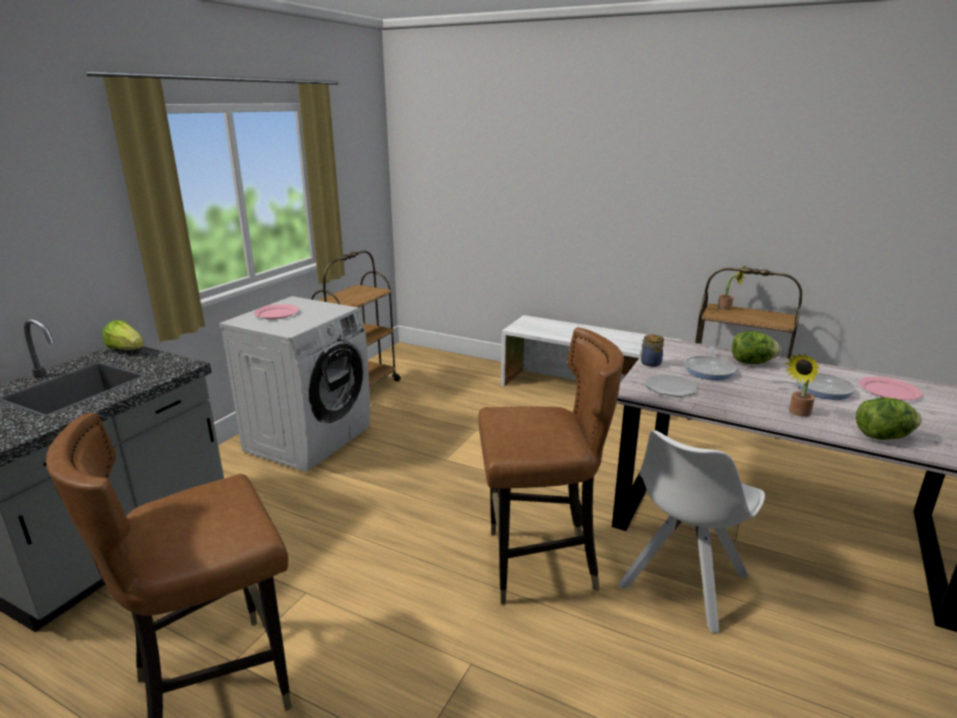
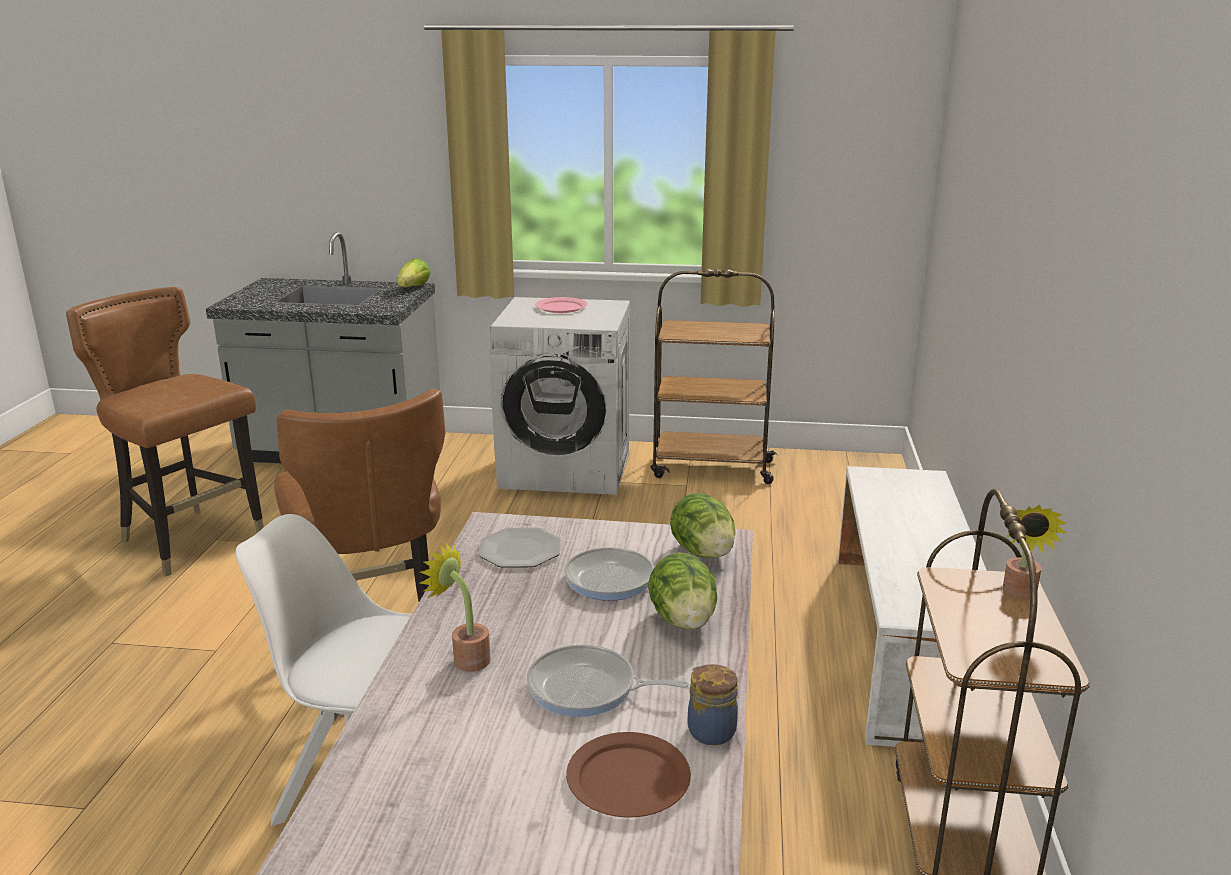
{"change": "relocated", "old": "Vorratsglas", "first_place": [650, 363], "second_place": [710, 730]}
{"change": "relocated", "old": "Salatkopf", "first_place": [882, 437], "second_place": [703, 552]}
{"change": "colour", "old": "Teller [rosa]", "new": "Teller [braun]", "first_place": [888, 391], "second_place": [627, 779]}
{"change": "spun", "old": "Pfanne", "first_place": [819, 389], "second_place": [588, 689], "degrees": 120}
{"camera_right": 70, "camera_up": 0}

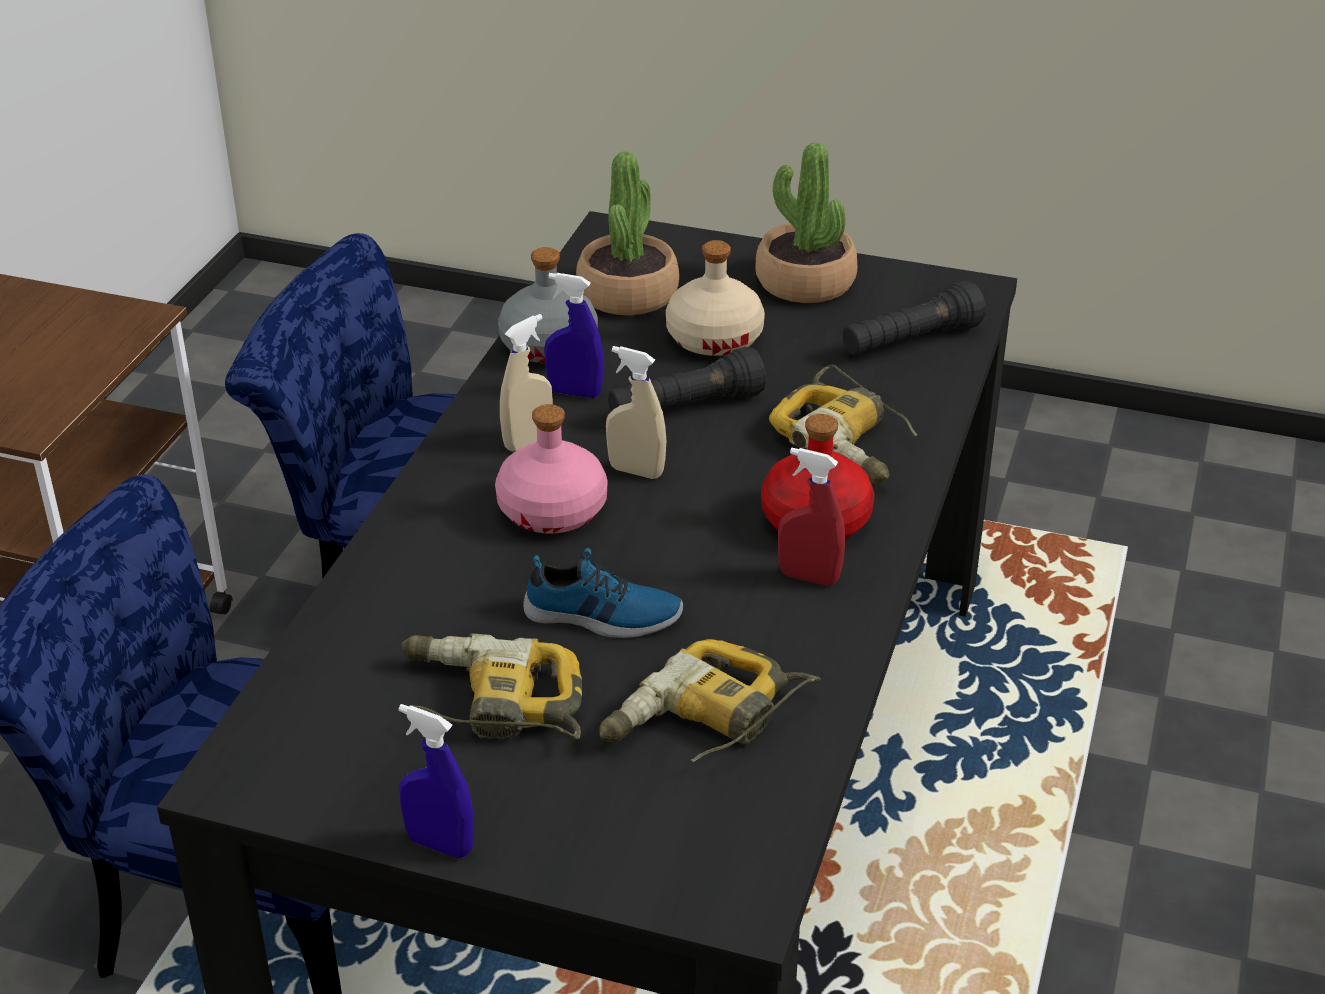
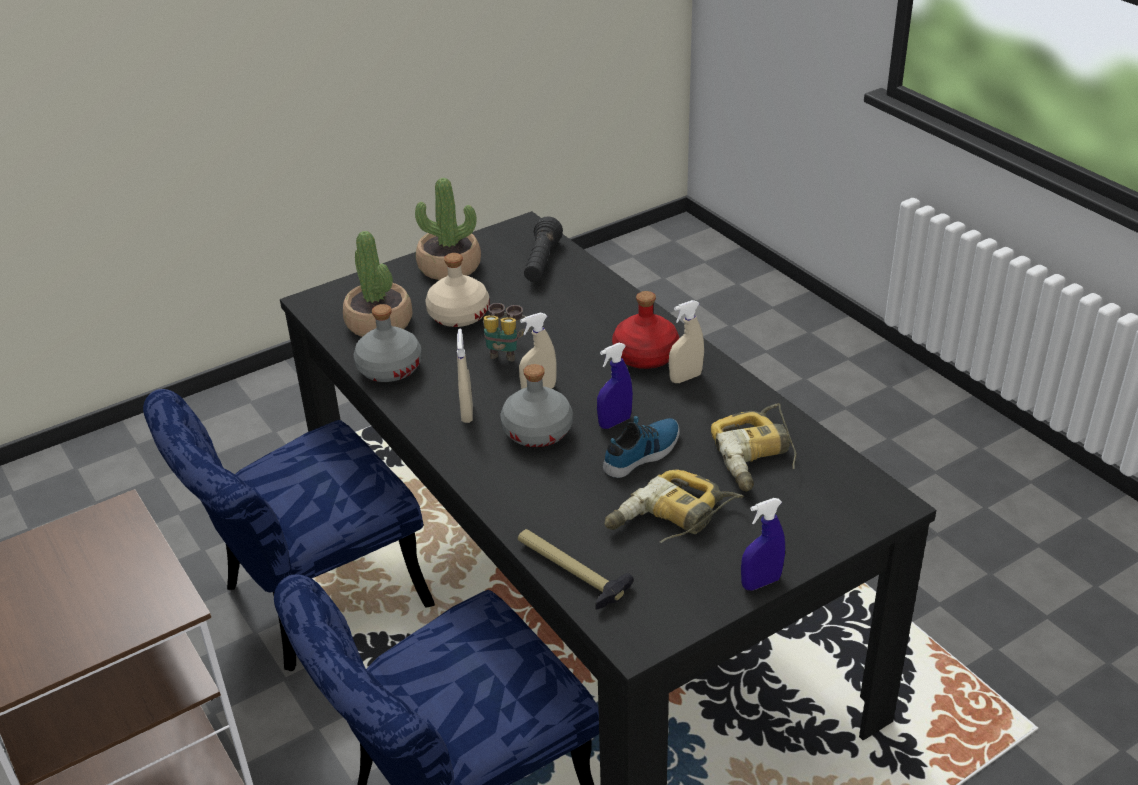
{"change": "missing", "old": "Bohrmaschine", "first_place": [848, 441]}
{"change": "appeared", "new": "Hammer", "second_place": [569, 571]}
{"change": "relocated", "old": "Sprühflasche [blau]", "first_place": [574, 392], "second_place": [614, 422]}
{"change": "exchanged", "old": "Taschenlampe [schwarz]", "new": "Fernglas", "first_place": [685, 408], "second_place": [506, 351]}
{"change": "colour", "old": "Flasche [rosa]", "new": "Flasche [grau]", "first_place": [551, 511], "second_place": [538, 432]}
{"change": "colour", "old": "Sprühflasche [rot]", "new": "Sprühflasche [beige]", "first_place": [808, 577], "second_place": [685, 378]}
{"camera_right": -50, "camera_up": 0}

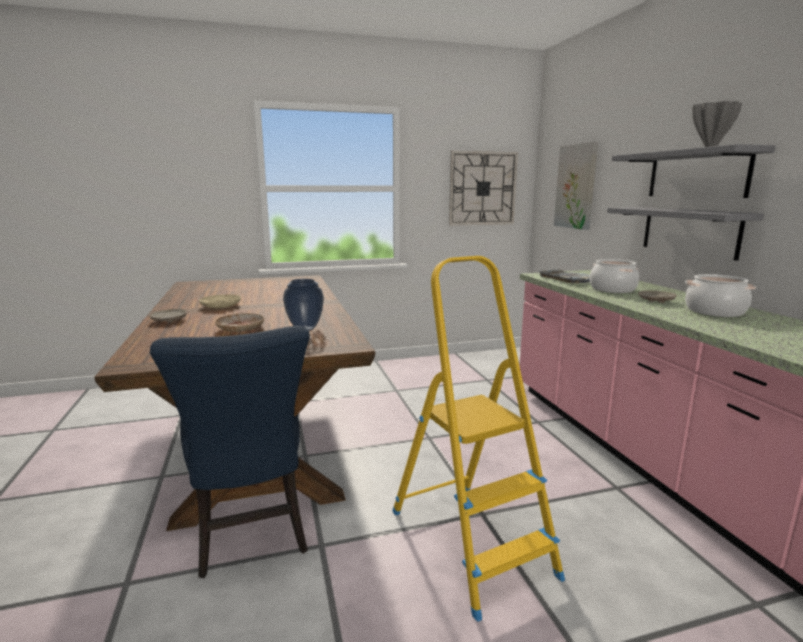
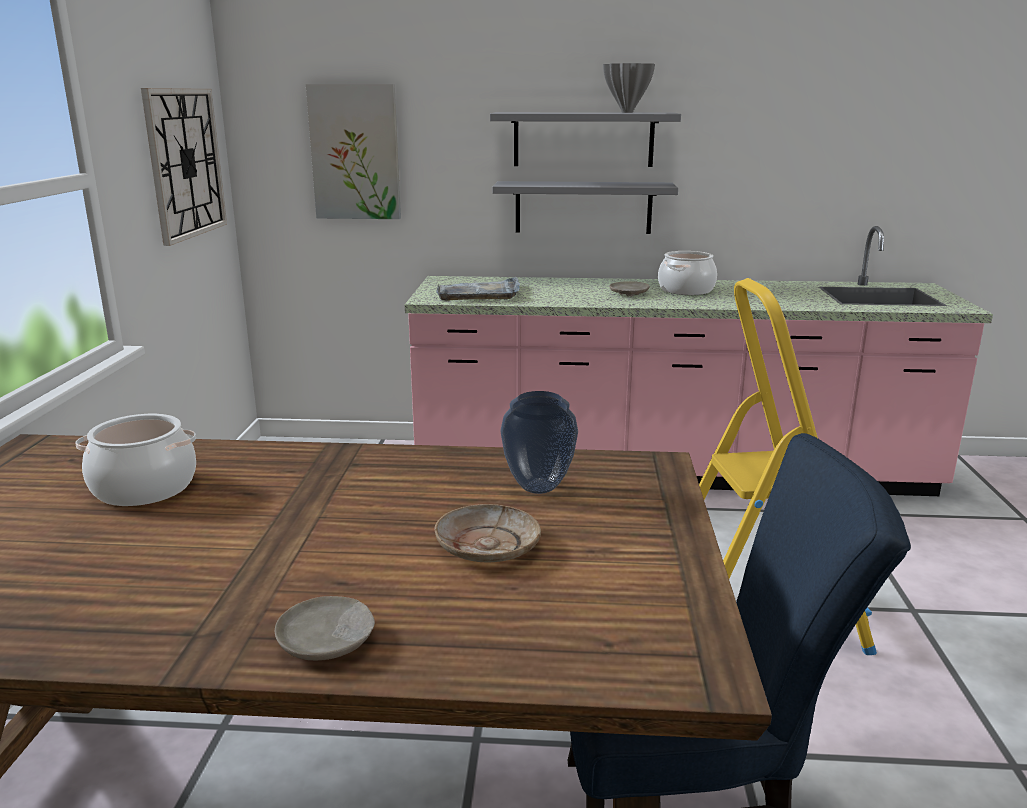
{"change": "missing", "old": "Teller [beige]", "first_place": [220, 306]}
{"change": "relocated", "old": "Kochtopf", "first_place": [612, 289], "second_place": [145, 487]}
{"camera_right": -70, "camera_up": 5}

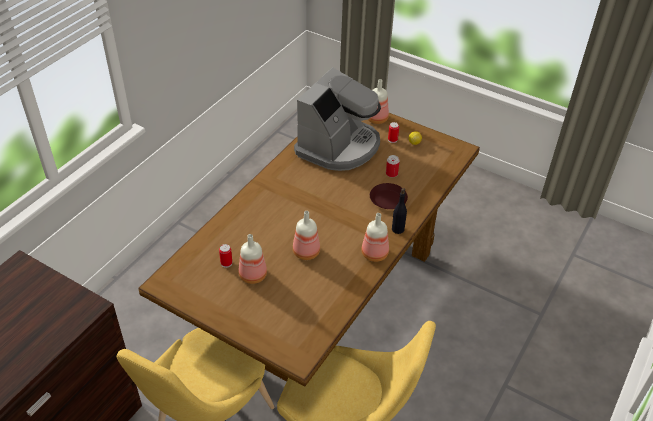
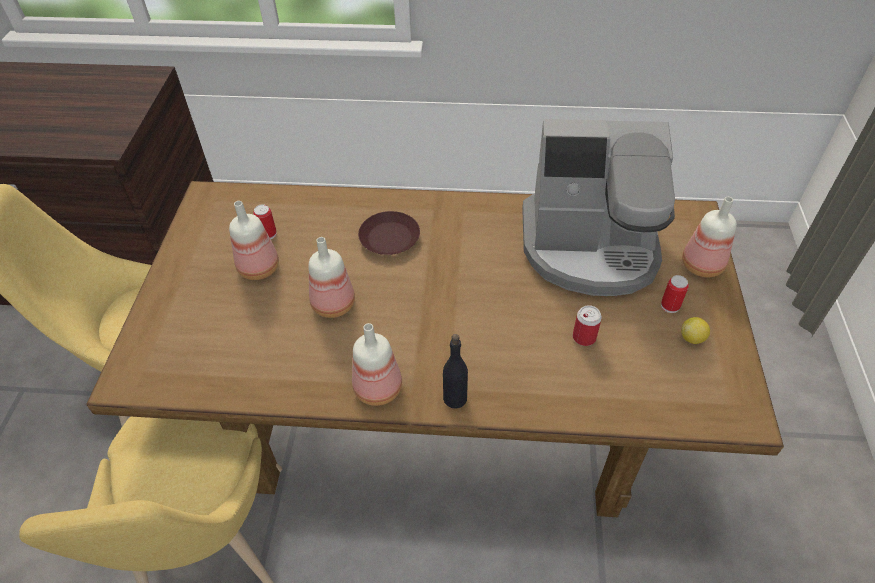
{"change": "relocated", "old": "Teller [braun]", "first_place": [388, 199], "second_place": [390, 238]}
{"camera_right": 65, "camera_up": 5}

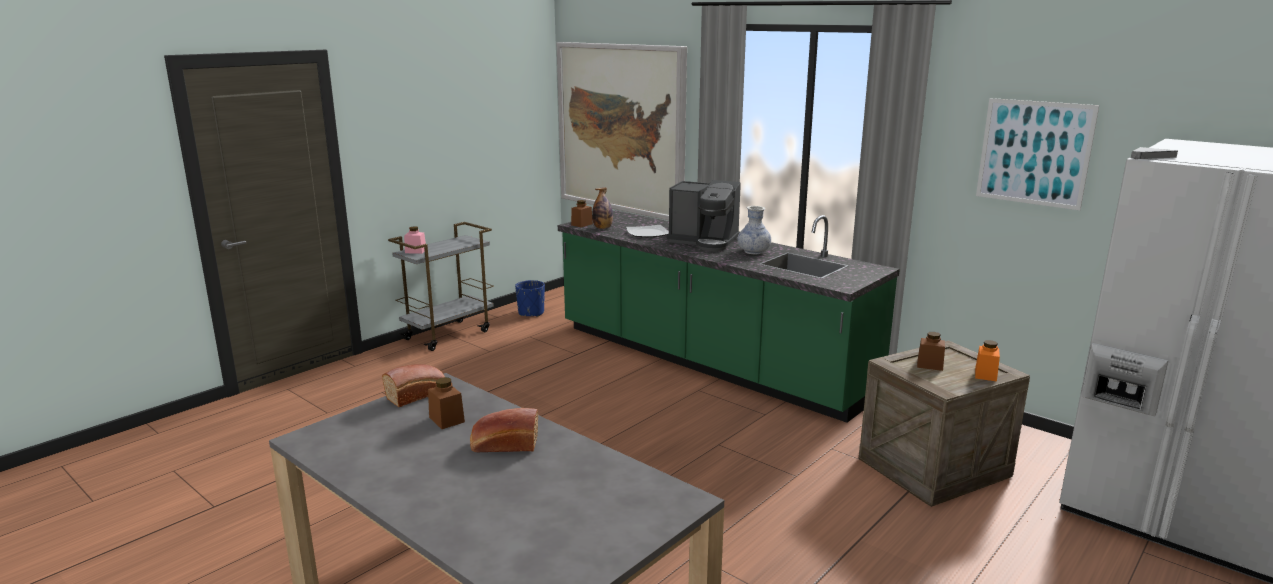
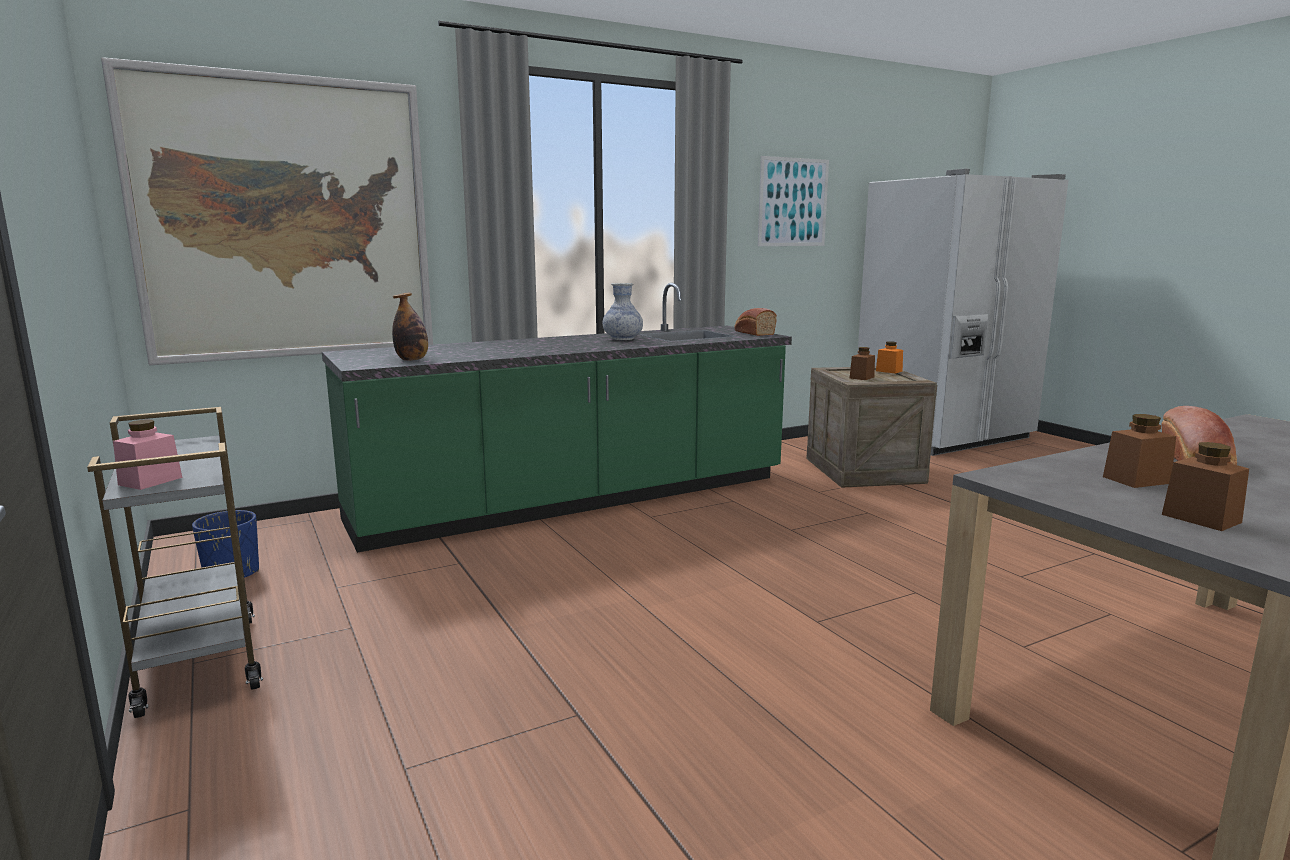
{"change": "missing", "old": "Teller", "first_place": [647, 233]}
{"change": "missing", "old": "Kaffeemaschine", "first_place": [704, 242]}
{"change": "relocated", "old": "Brot", "first_place": [418, 394], "second_place": [753, 333]}
{"change": "relocated", "old": "Vorratsglas [braun]", "first_place": [581, 224], "second_place": [1201, 518]}
{"camera_right": -70, "camera_up": -5}

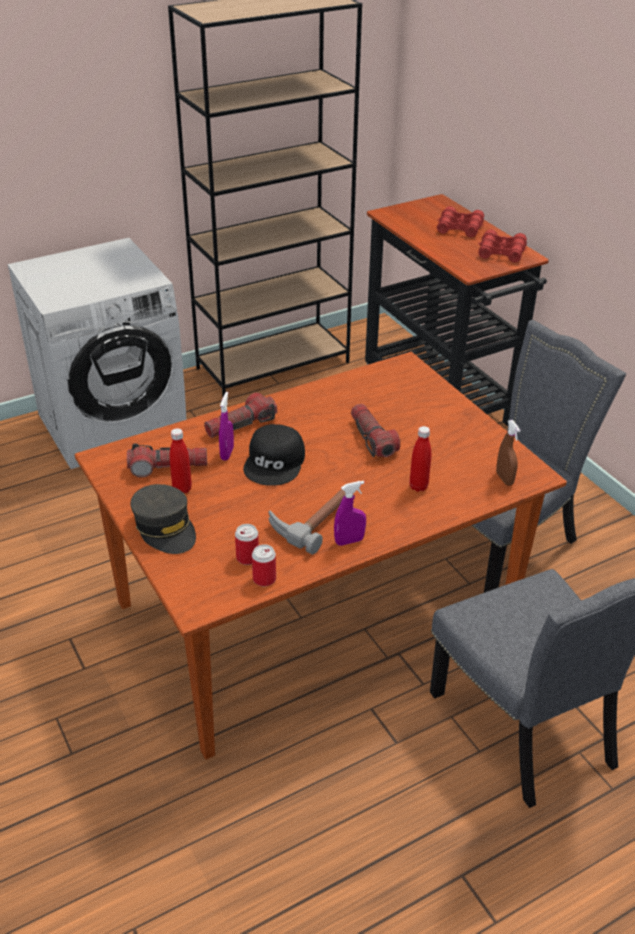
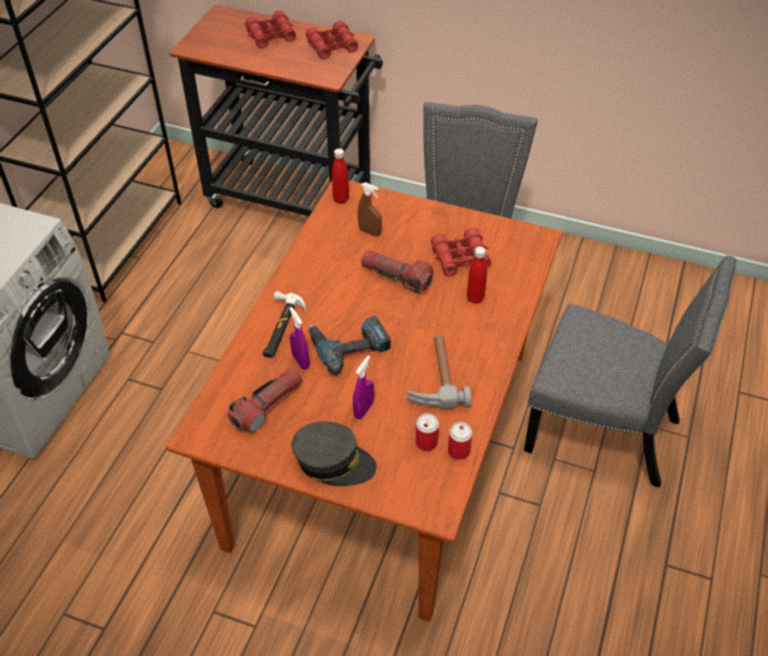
{"change": "appeared", "new": "Fernglas [rot]", "second_place": [460, 258]}
{"change": "relocated", "old": "Flasche [rot]", "first_place": [182, 489], "second_place": [341, 199]}
{"change": "relocated", "old": "Sprühflasche [lila]", "first_place": [349, 541], "second_place": [363, 409]}
{"change": "relocated", "old": "Sprühflasche [braun]", "first_place": [504, 479], "second_place": [369, 232]}
{"change": "exchanged", "old": "Taschenlampe", "new": "Hammer", "first_place": [241, 425], "second_place": [280, 327]}
{"change": "exchanged", "old": "Kappe [schwarz]", "new": "Bohrmaschine", "first_place": [275, 462], "second_place": [348, 344]}
{"camera_right": -40, "camera_up": 10}

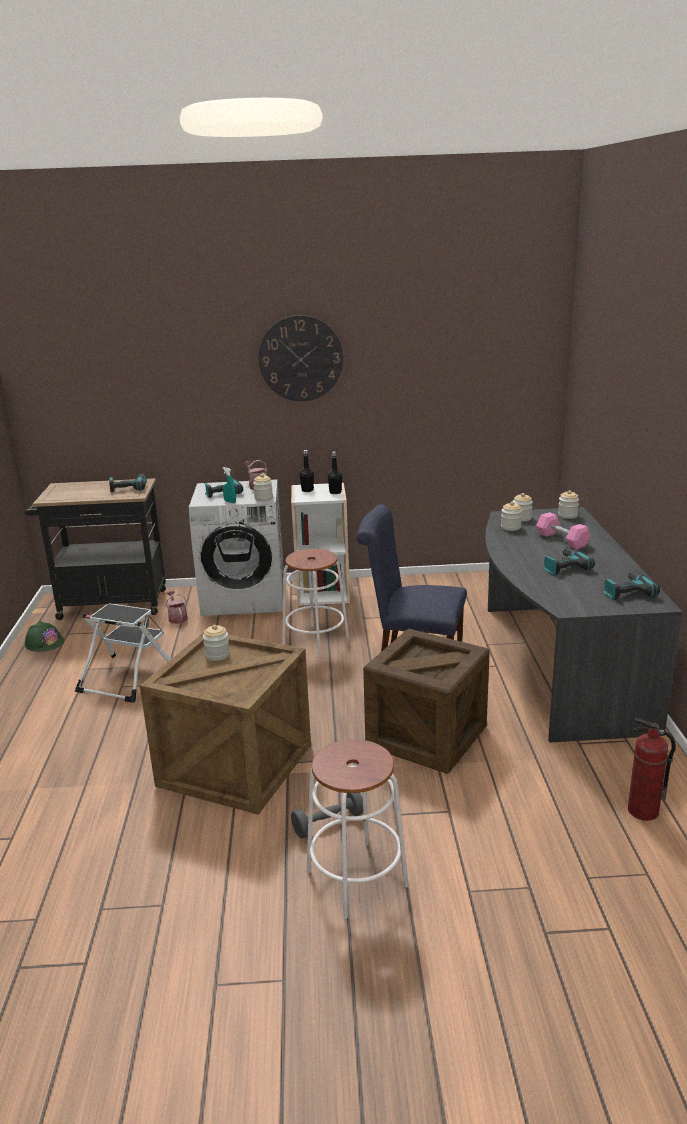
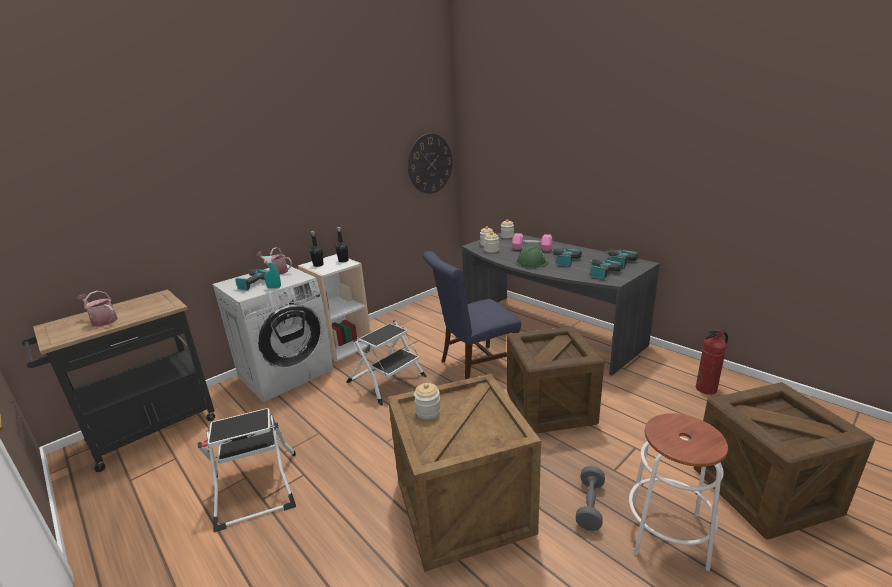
{"change": "missing", "old": "Vorratsglas", "first_place": [263, 498]}
{"change": "appeared", "new": "Kiste", "second_place": [764, 491]}
{"change": "relocated", "old": "Schutzhelm [grün]", "first_place": [44, 642], "second_place": [532, 263]}
{"change": "relocated", "old": "Bohrmaschine", "first_place": [129, 488], "second_place": [600, 273]}
{"change": "relocated", "old": "Gießkanne", "first_place": [177, 618], "second_place": [102, 321]}
{"change": "relocated", "old": "Wanduhr", "first_place": [300, 358], "second_place": [430, 164]}
{"change": "exchanged", "old": "Hocker [weiß]", "new": "Trittleiter", "first_place": [315, 641], "second_place": [386, 380]}
{"camera_right": -40, "camera_up": 0}

